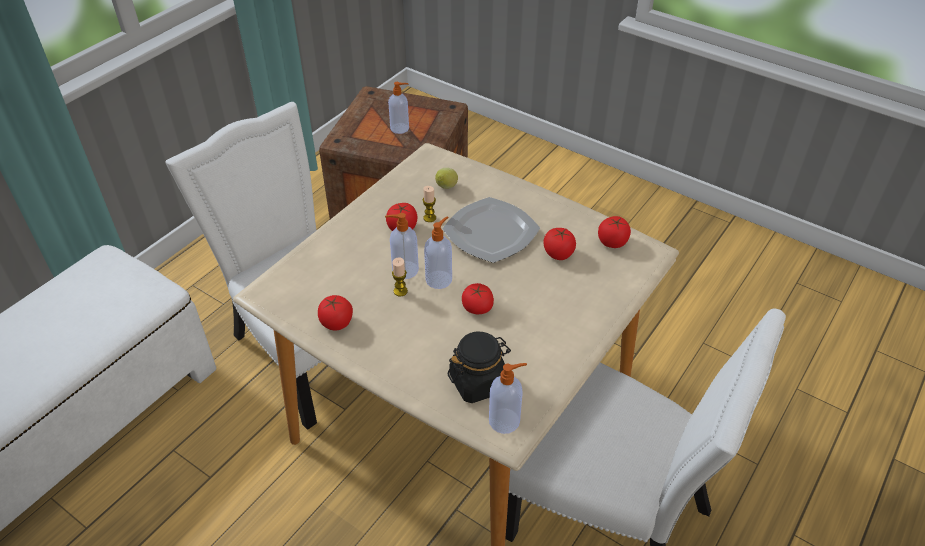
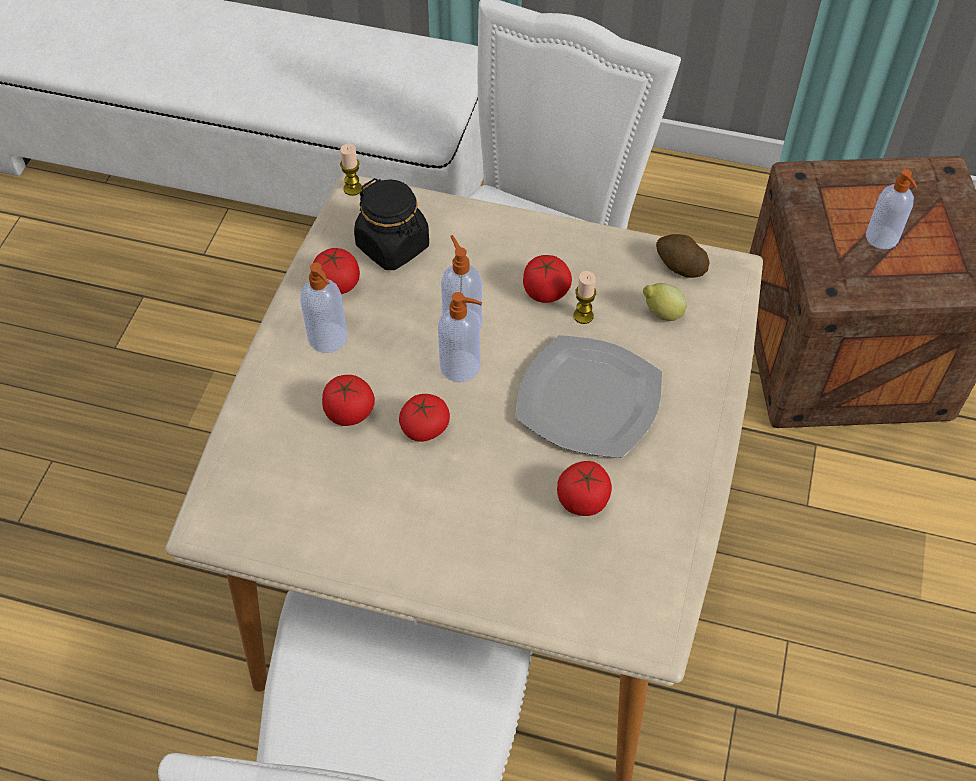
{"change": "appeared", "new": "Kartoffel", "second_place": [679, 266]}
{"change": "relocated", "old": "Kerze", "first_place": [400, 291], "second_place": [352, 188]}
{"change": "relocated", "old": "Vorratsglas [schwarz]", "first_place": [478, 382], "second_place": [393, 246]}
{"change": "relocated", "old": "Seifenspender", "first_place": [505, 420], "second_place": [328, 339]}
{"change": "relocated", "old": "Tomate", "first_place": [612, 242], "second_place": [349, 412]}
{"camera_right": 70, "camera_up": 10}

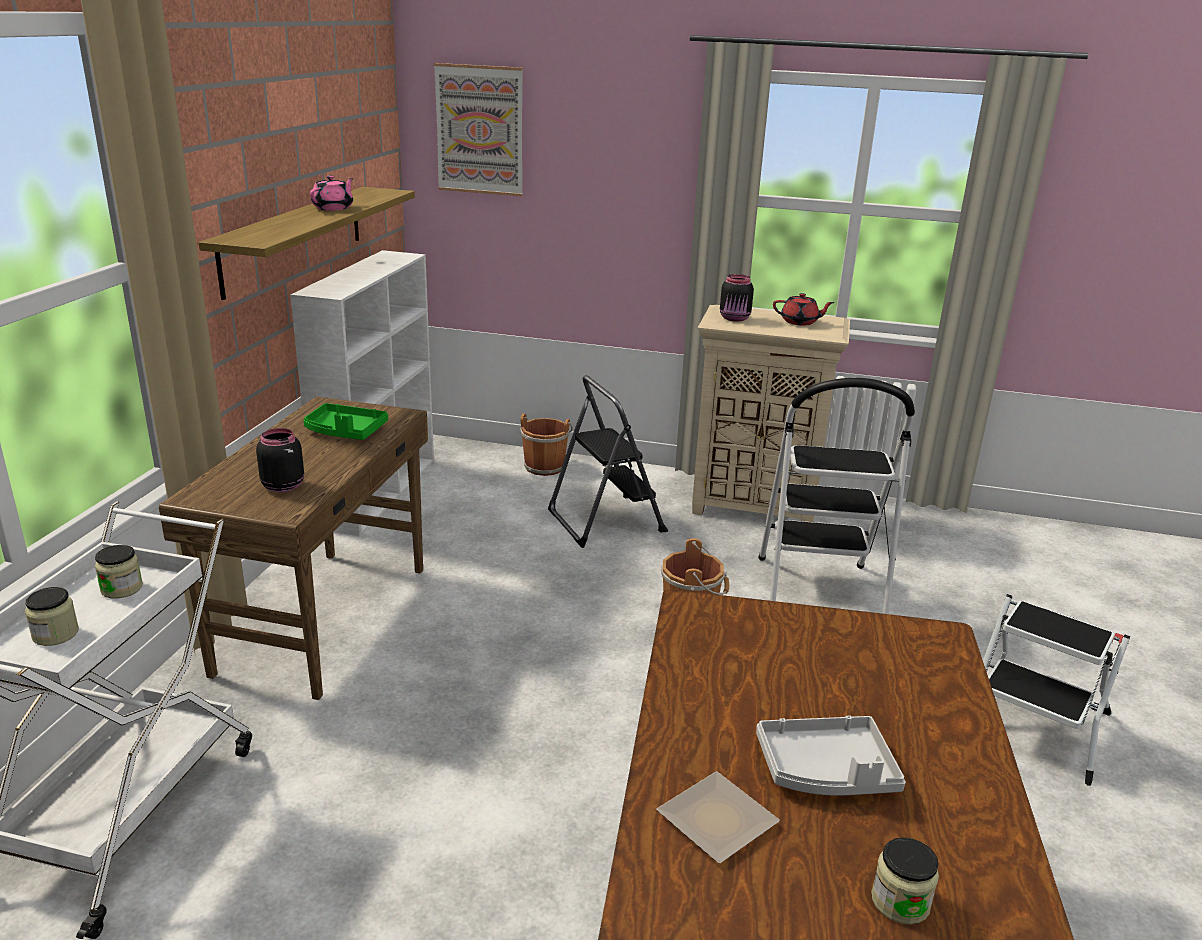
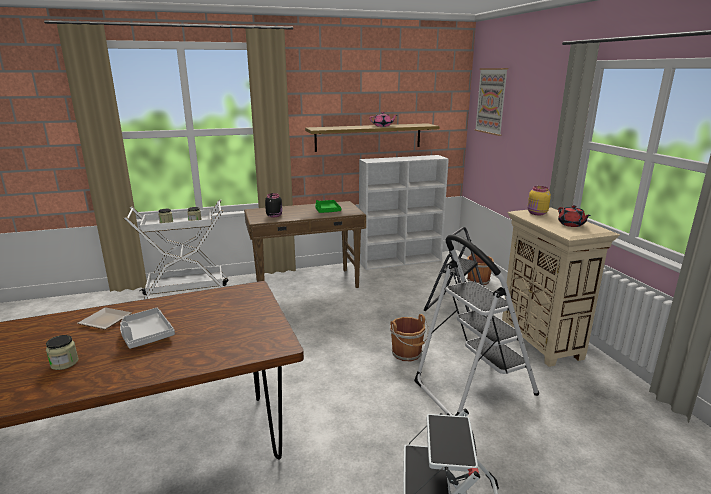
{"change": "colour", "old": "Vorratsglas [schwarz]", "new": "Vorratsglas [gelb]", "first_place": [735, 319], "second_place": [537, 213]}
{"camera_right": 60, "camera_up": -5}

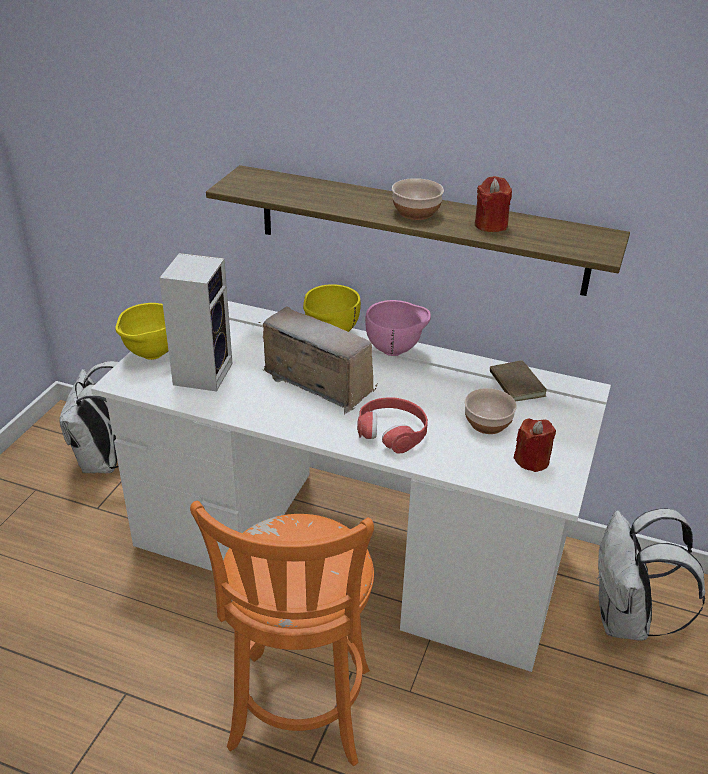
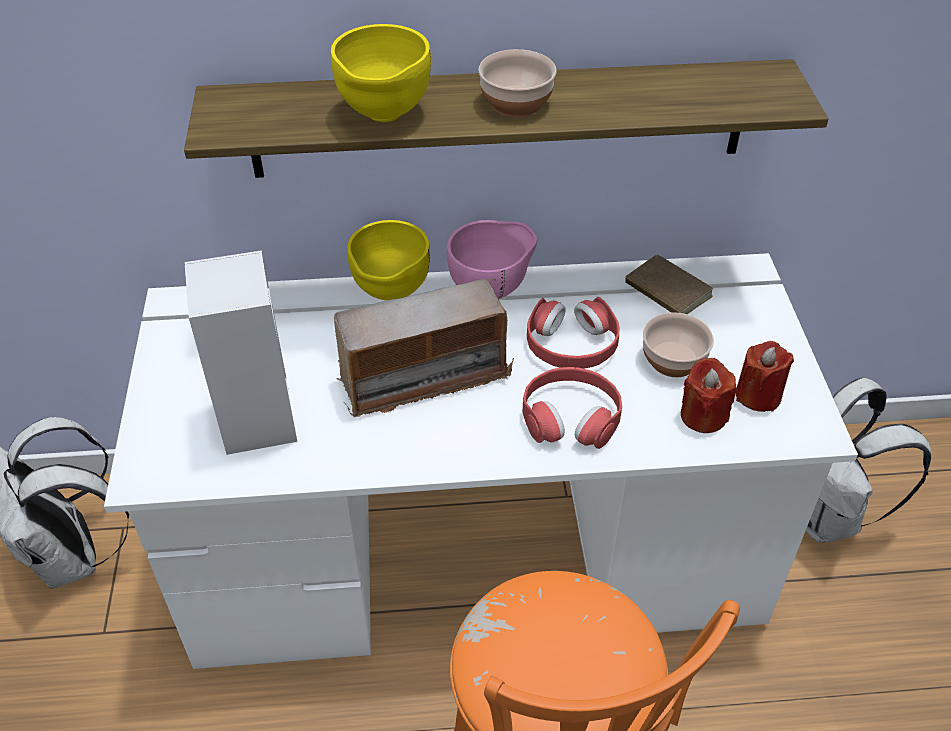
{"change": "appeared", "new": "Kopfhörer [rot]", "second_place": [571, 344]}
{"change": "relocated", "old": "Schüssel [gelb]", "first_place": [150, 356], "second_place": [384, 116]}
{"change": "relocated", "old": "Kerze [rot]", "first_place": [490, 225], "second_place": [703, 416]}
{"change": "spun", "old": "Radio", "first_place": [316, 382], "second_place": [424, 377], "degrees": 150}
{"camera_right": -25, "camera_up": 10}

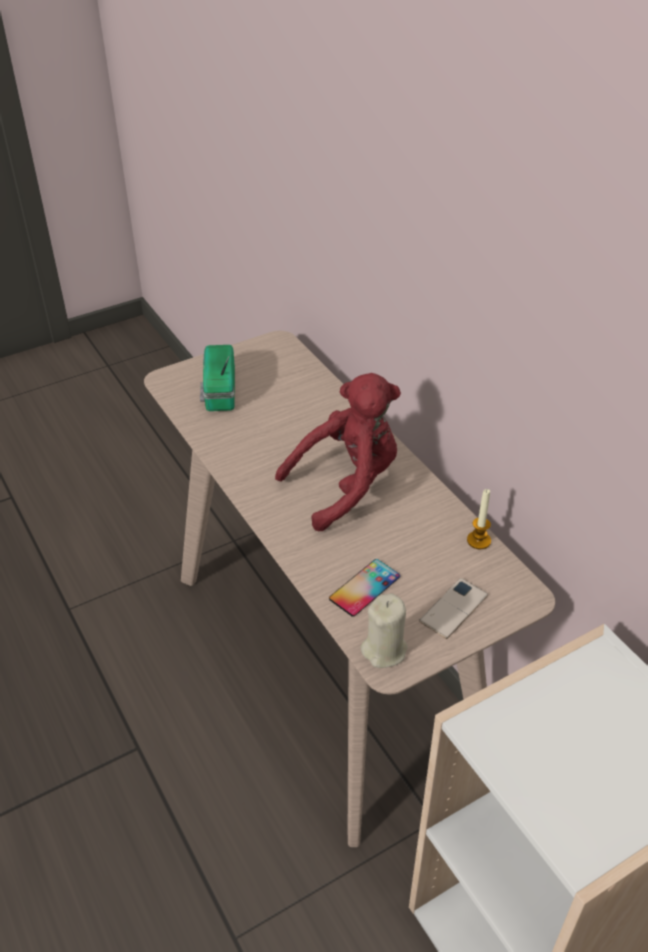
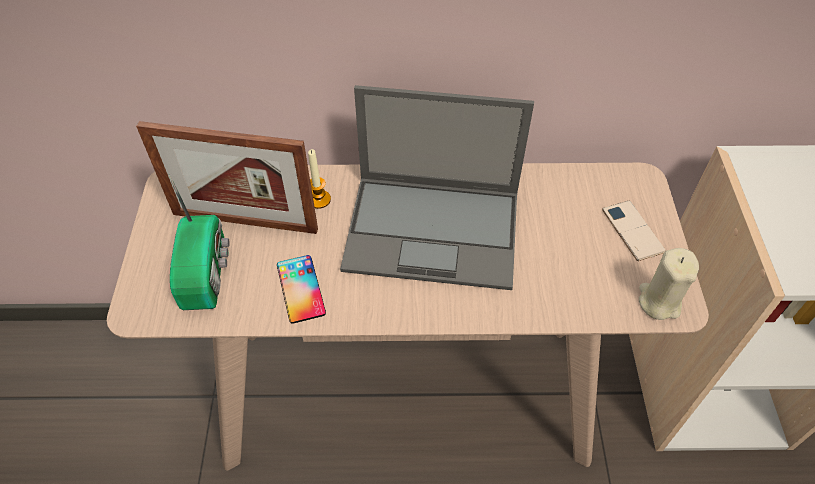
{"change": "appeared", "new": "Bilderrahmen", "second_place": [245, 221]}
{"change": "relocated", "old": "Handy", "first_place": [364, 587], "second_place": [300, 289]}
{"change": "relocated", "old": "Kerze", "first_place": [478, 540], "second_place": [319, 199]}
{"change": "exchanged", "old": "Plüschtier [rot]", "new": "Laptop", "first_place": [346, 485], "second_place": [435, 230]}
{"change": "spun", "old": "Radio", "first_place": [218, 392], "second_place": [206, 270], "degrees": -120}
{"camera_right": -60, "camera_up": 10}

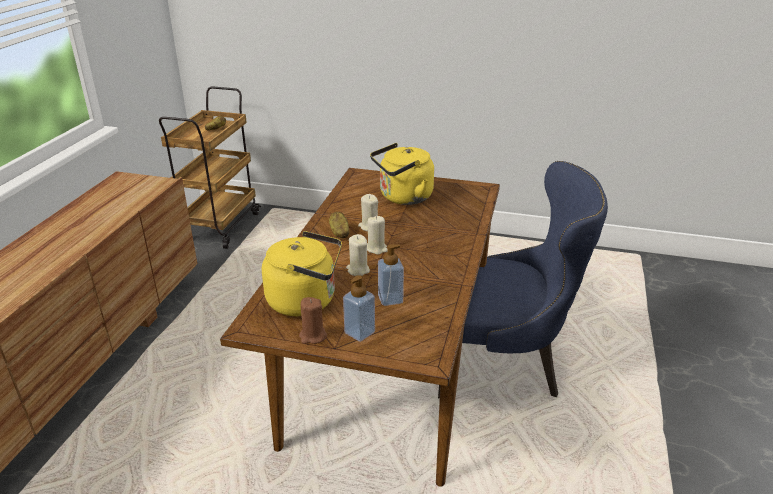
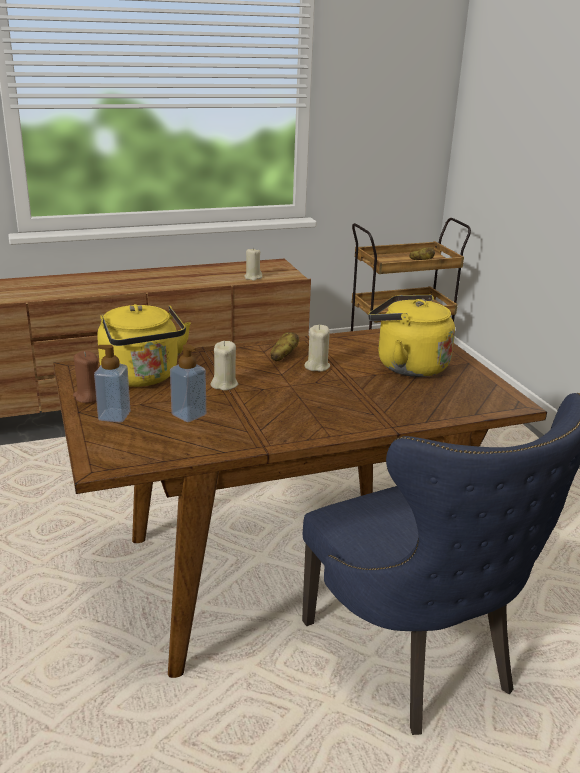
{"change": "relocated", "old": "Kerze [beige]", "first_place": [376, 249], "second_place": [253, 277]}
{"camera_right": 55, "camera_up": -5}

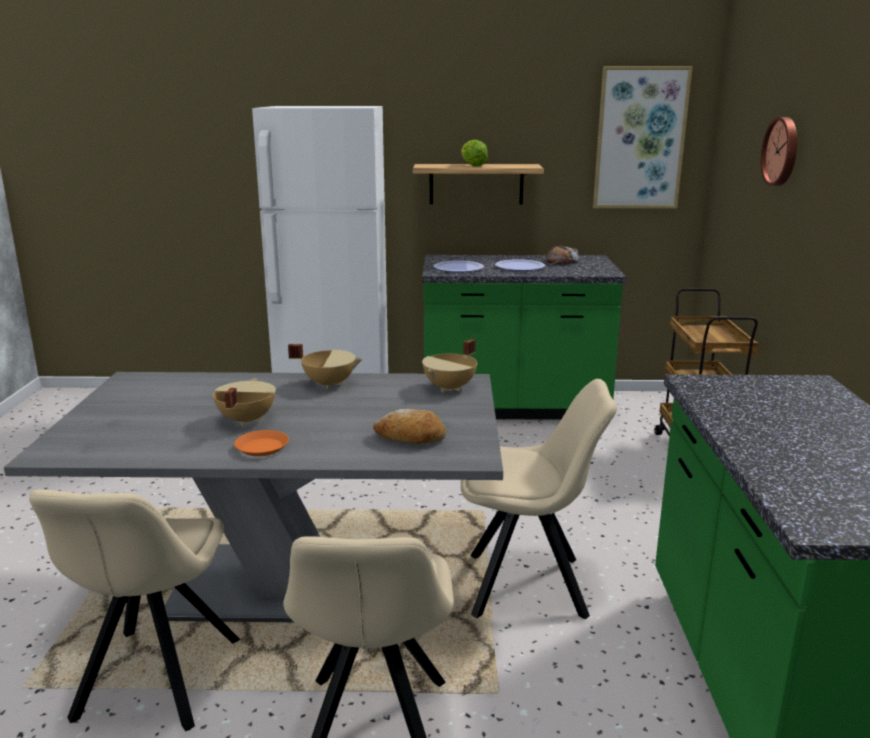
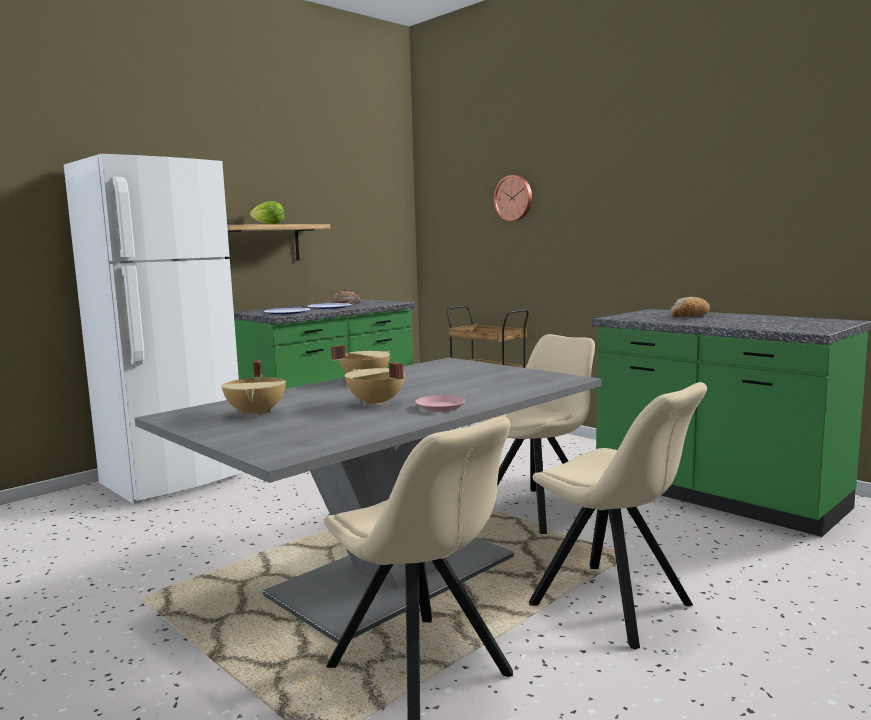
{"change": "missing", "old": "Bild", "first_place": [640, 139]}
{"change": "relocated", "old": "Brot", "first_place": [410, 438], "second_place": [689, 316]}
{"change": "relocated", "old": "Kochtopf [beige]", "first_place": [450, 388], "second_place": [257, 413]}
{"change": "colour", "old": "Teller [orange]", "new": "Teller [rosa]", "first_place": [261, 447], "second_place": [440, 407]}
{"camera_right": -45, "camera_up": -10}

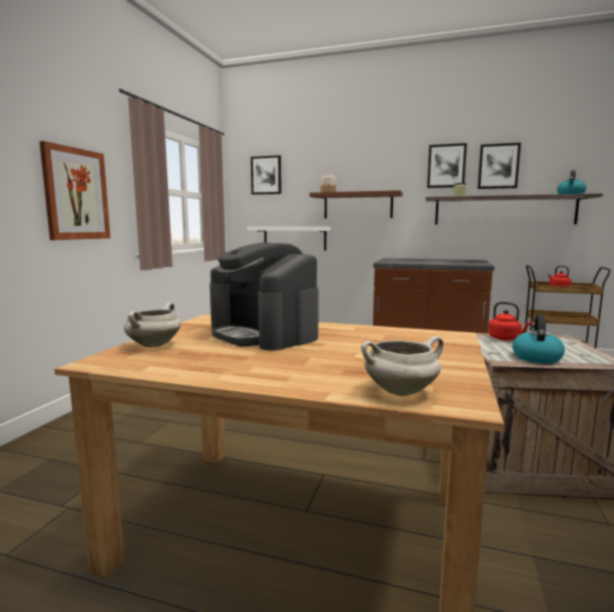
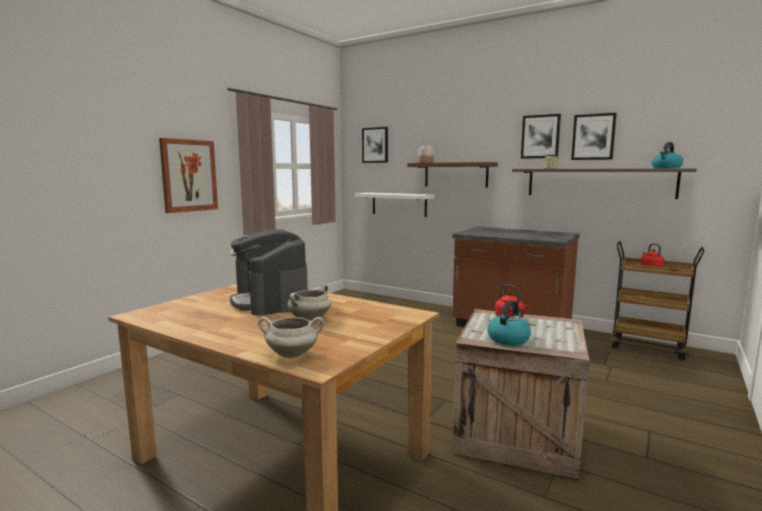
{"change": "relocated", "old": "Kochtopf [weiß]", "first_place": [154, 345], "second_place": [310, 319]}
{"camera_right": 15, "camera_up": 0}

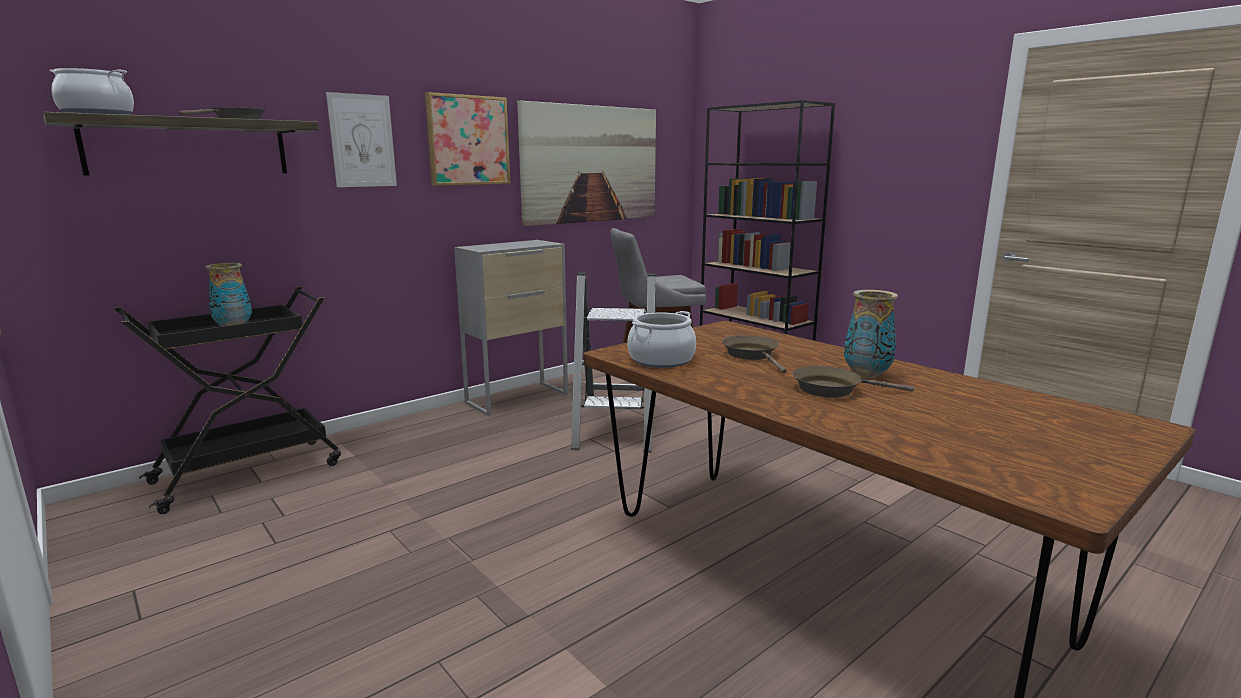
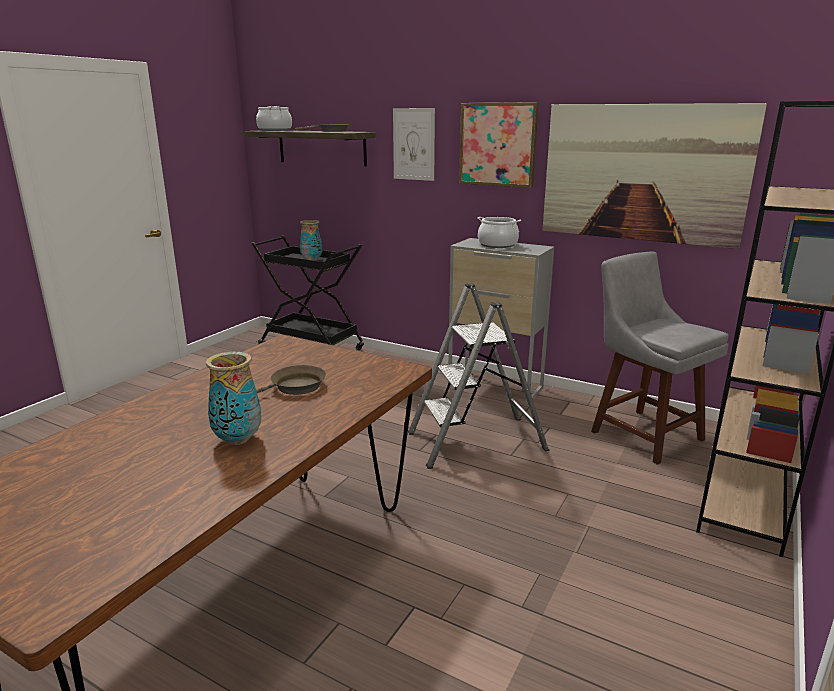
{"change": "missing", "old": "Pfanne [braun]", "first_place": [832, 389]}
{"change": "relocated", "old": "Kochtopf", "first_place": [661, 360], "second_place": [497, 245]}
{"camera_right": 70, "camera_up": 5}

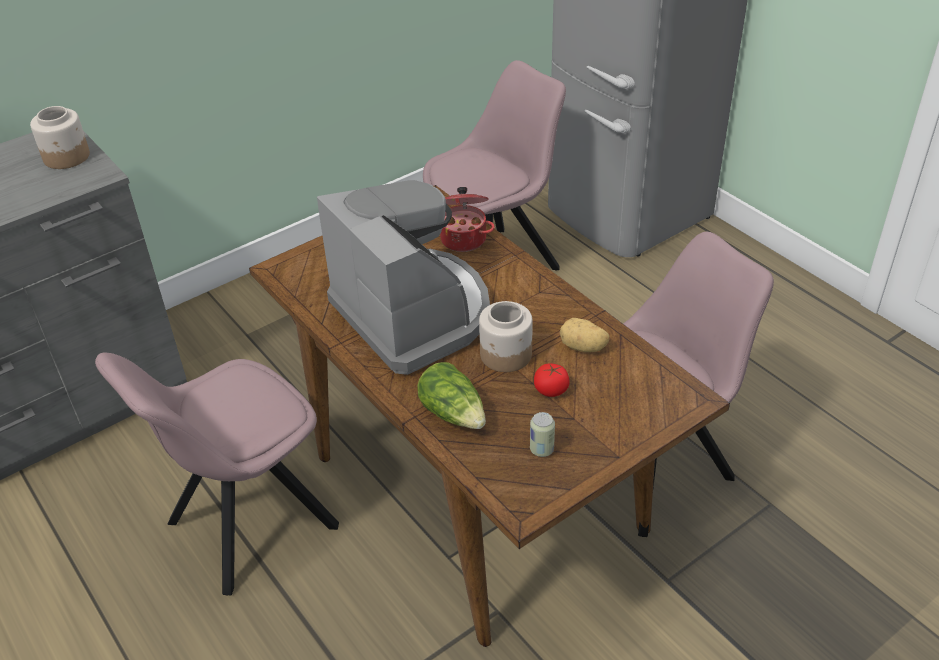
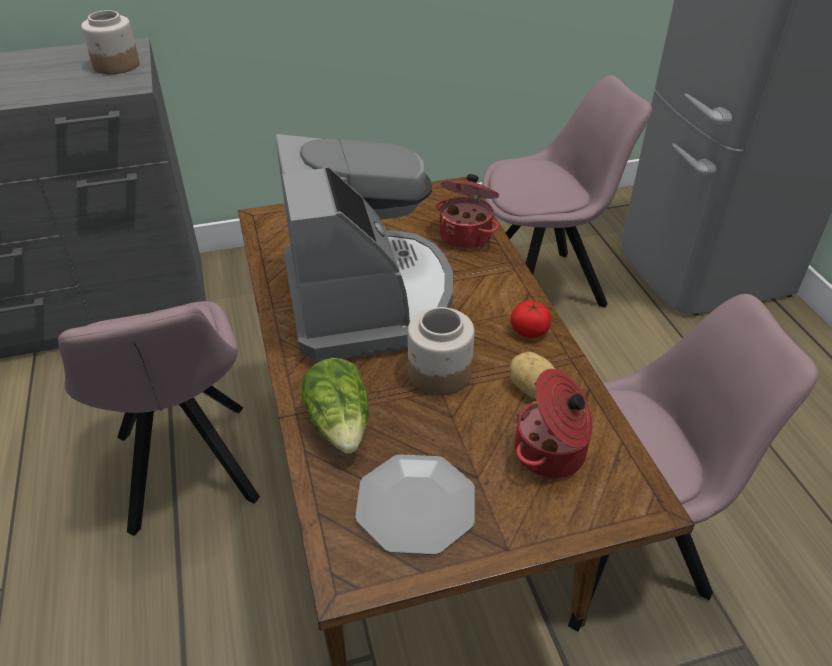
{"change": "appeared", "new": "Kochtopf", "second_place": [551, 453]}
{"change": "relocated", "old": "Tomate", "first_place": [551, 390], "second_place": [529, 331]}
{"change": "exchanged", "old": "Dose", "new": "Teller", "first_place": [541, 450], "second_place": [416, 505]}
{"change": "spun", "old": "Stuhl [rosa]", "first_place": [250, 524], "second_place": [187, 468], "degrees": -90}
{"camera_right": 20, "camera_up": 0}

